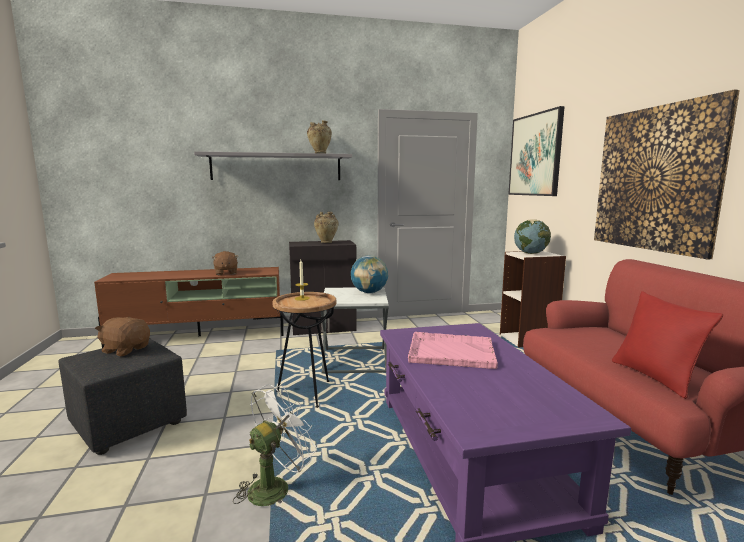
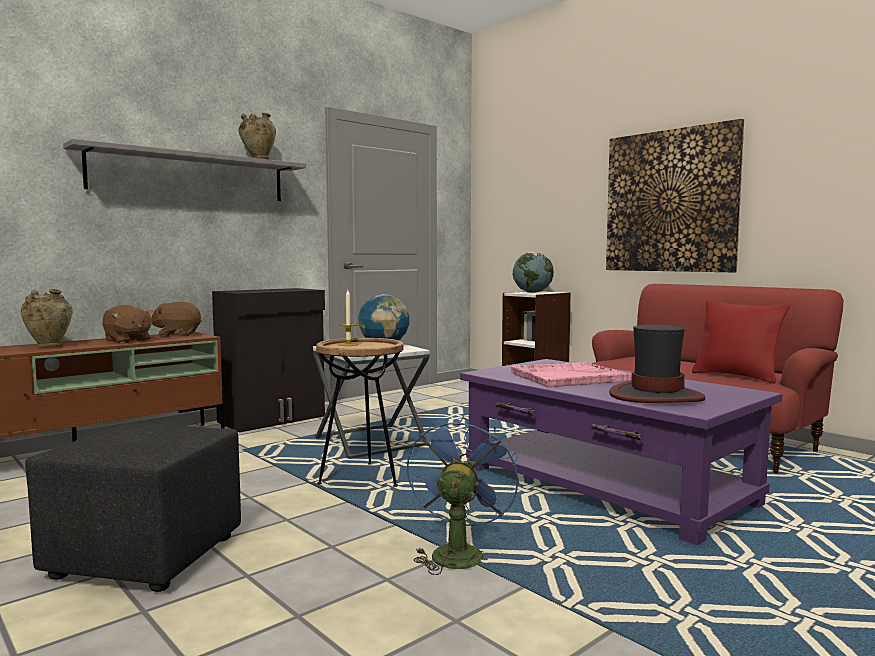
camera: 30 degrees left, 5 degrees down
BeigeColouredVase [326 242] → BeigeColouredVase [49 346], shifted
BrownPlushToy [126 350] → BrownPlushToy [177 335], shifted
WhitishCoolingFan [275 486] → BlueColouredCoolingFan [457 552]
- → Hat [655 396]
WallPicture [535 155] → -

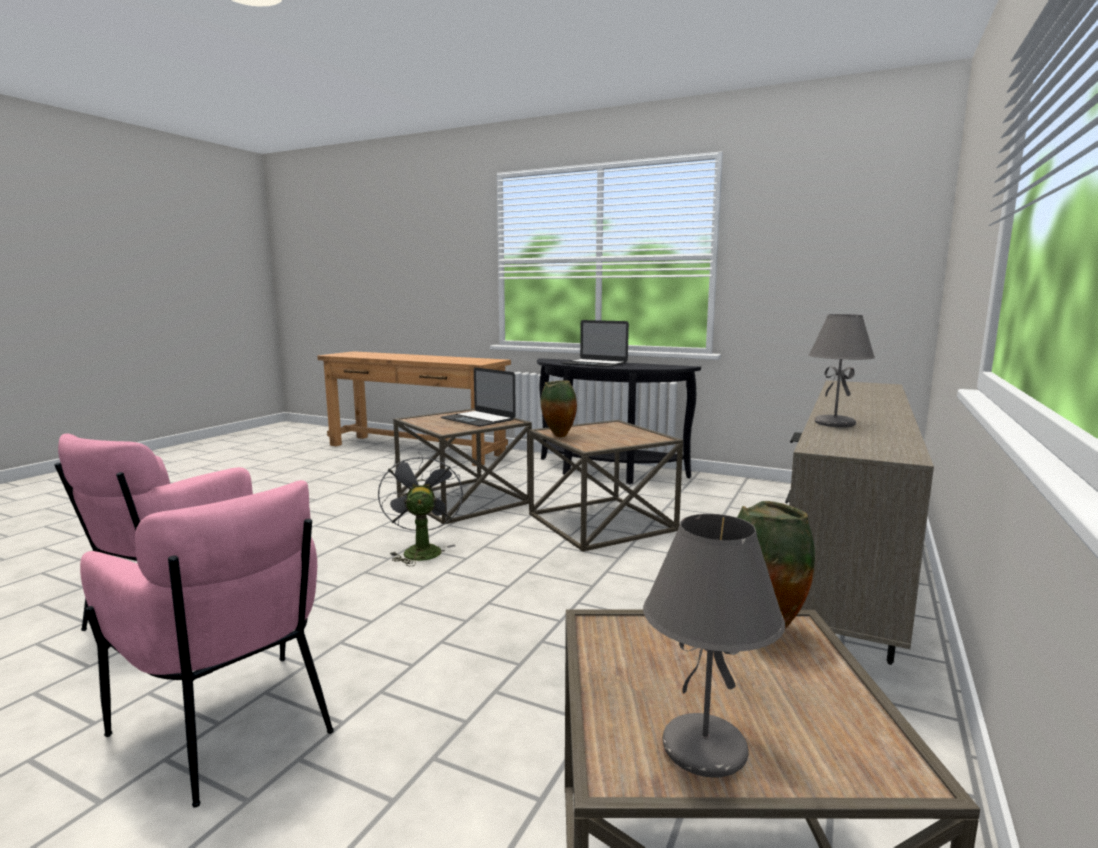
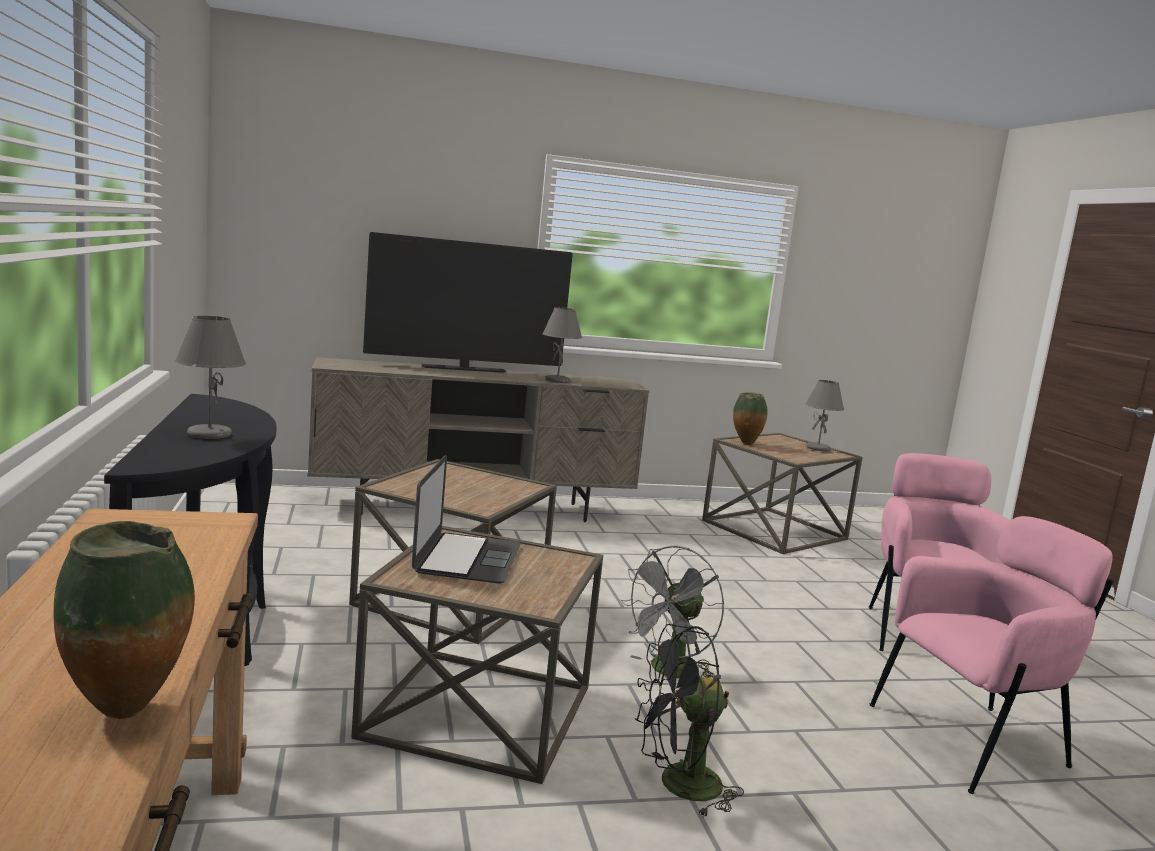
camera: 130 degrees left, 0 degrees up
Vase [558 436] → Vase [128 714], shifted
PortableComputer [594 363] → GrayLampForATable [209 434]
- → Television [464 369]
- → BlackishCoolingFan [678 786]

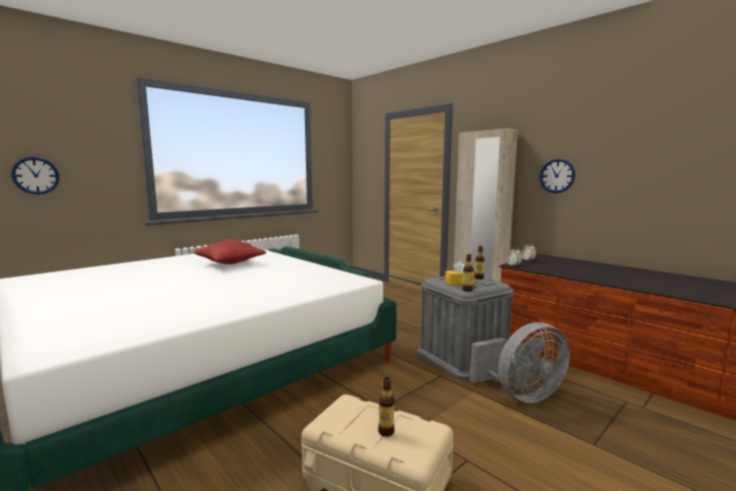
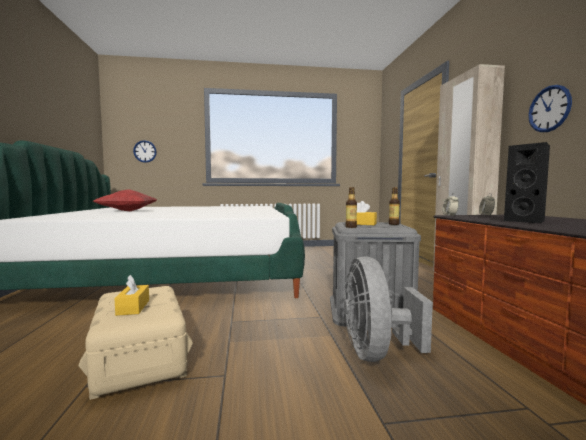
camera: 35 degrees right, 5 degrees down
RedCushion [230 264] → RedCushion [127 211], shifted
Bottle [386 432] → YellowTissueHolder [133 307]
GrayCoolingFan [521 395] → GrayCoolingFan [377 353], 75 degrees clockwise
- → BlackishAudioSpeaker [527 221]

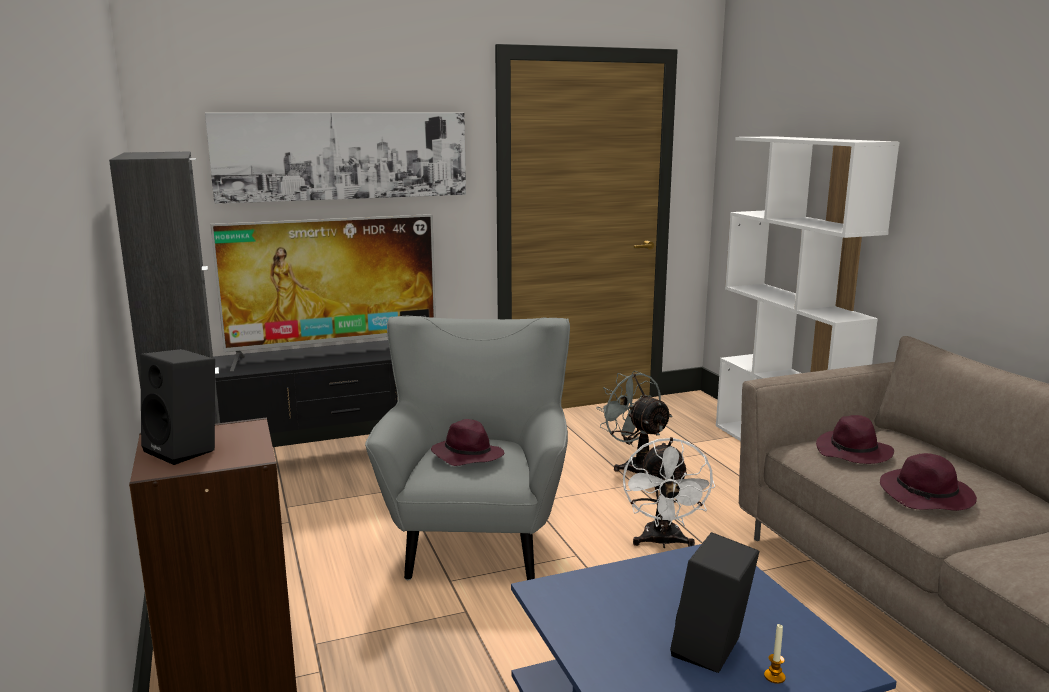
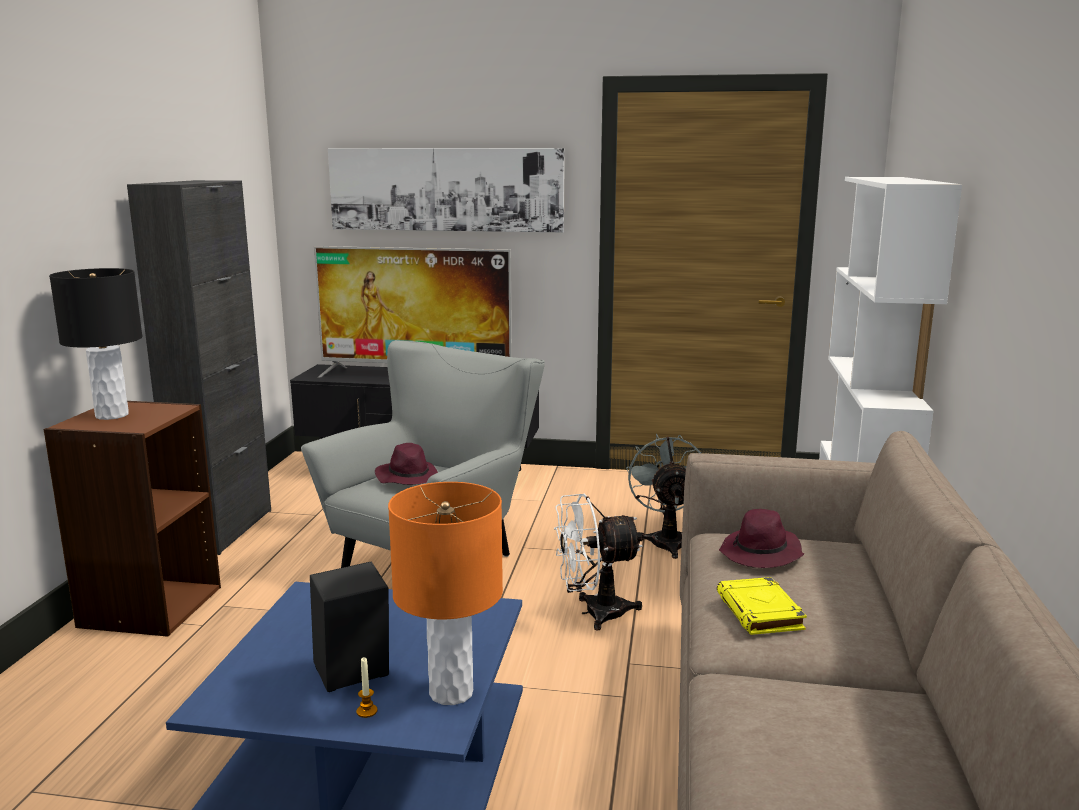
camera: 30 degrees right, 0 degrees up
BlackishAudioSpeaker [186 450] → BlackishLampForATable [112 415]
- → OrangeyLampForATable [451 692]
WhitishCoolingFan [663 542] → WhitishCoolingFan [594 613], 45 degrees clockwise
PurplishHat [927 496] → YellowBook [760 612]

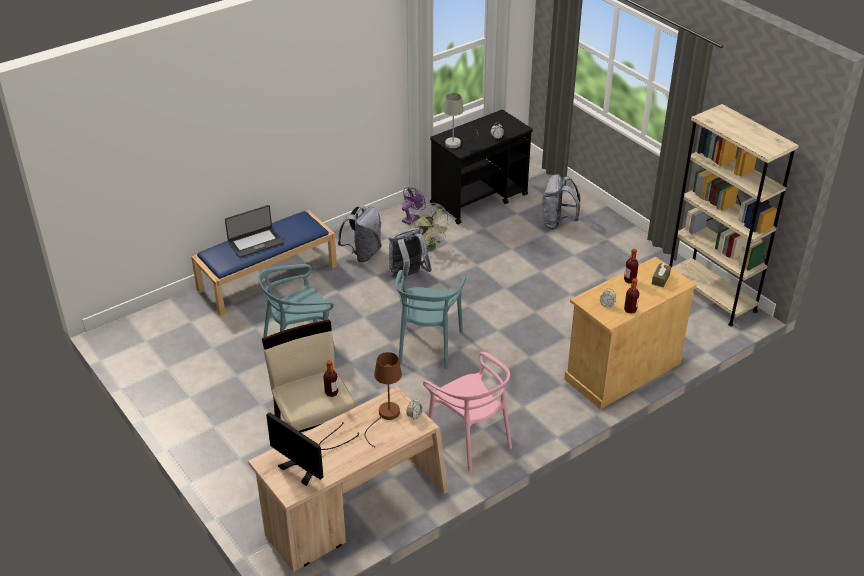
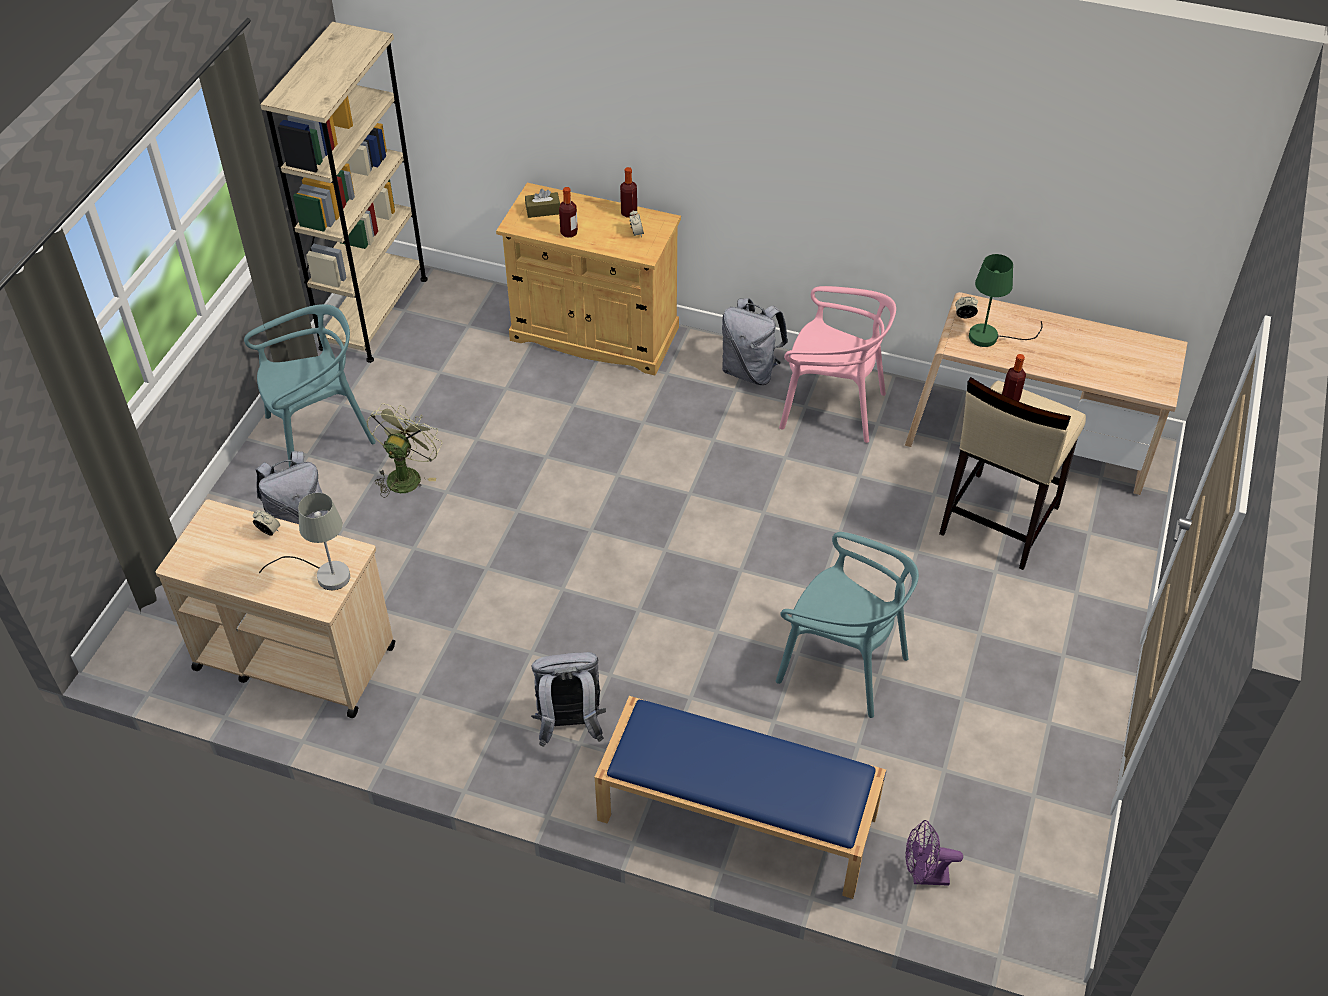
camera: 125 degrees left, 10 degrees up
BlackishTrolley [479 199] → BeigeColouredTrolley [293 657]
TurquoiseChair [428 345] → TurquoiseChair [319 434], shifted
GreenishCoolingFan [429 248] → GreenishCoolingFan [406 474], shifted
GrayRucksack [407 276] → GrayRucksack [750 371], shifted
PinkColouredChair [470 439] → PinkColouredChair [832 407], 90 degrees clockwise
PurplishCoolingFan [412 218] → PurplishCoolingFan [924 876], shifted
BrownLampForATable [385 416] → GreenishLampForATable [992 336]
PortableComputer [255 242] → -
ComputerScreen [310 462] → -

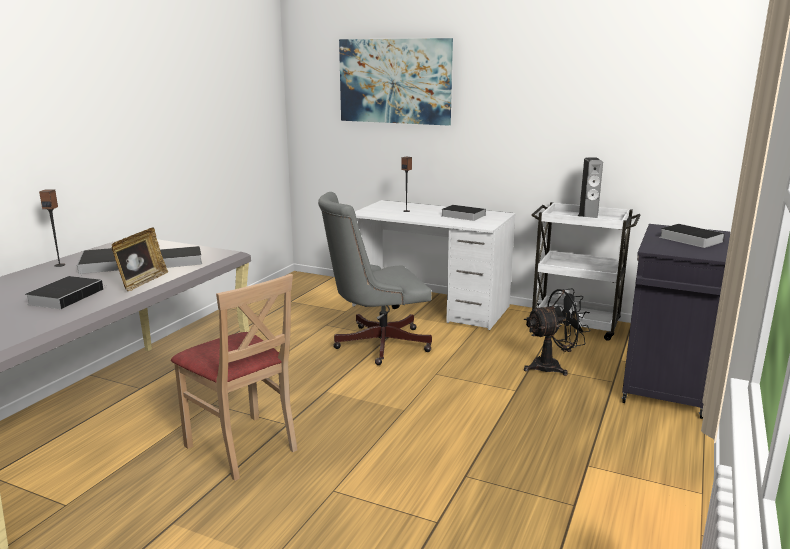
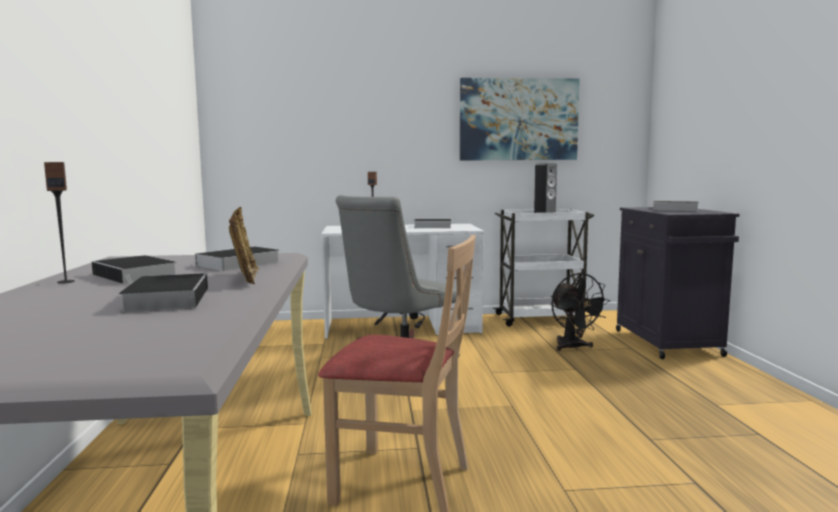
camera: 30 degrees left, 10 degrees down
WallPicture [395 81] → WallPicture [518 119], shifted
BlackishCoolingFan [552 366] → BlackishCoolingFan [573 347], 120 degrees clockwise

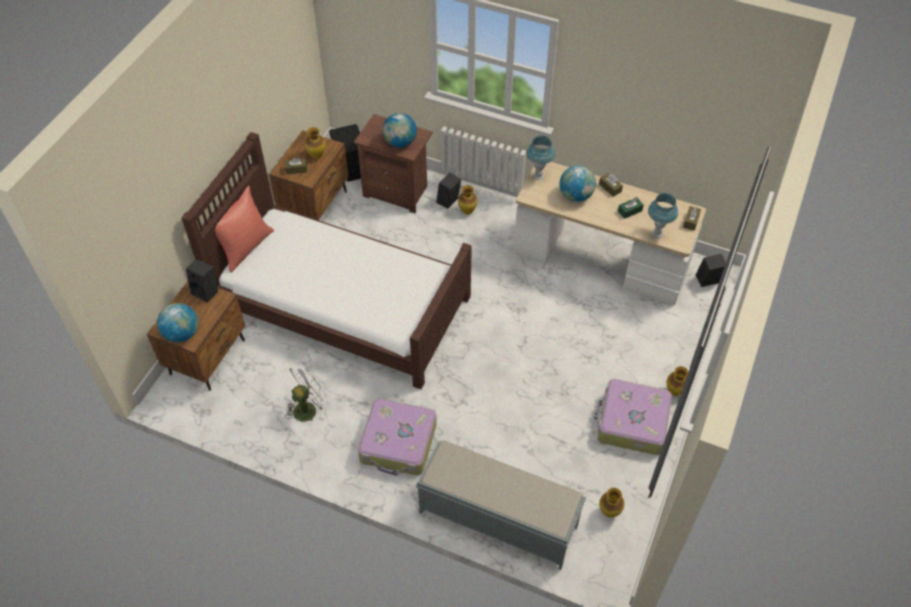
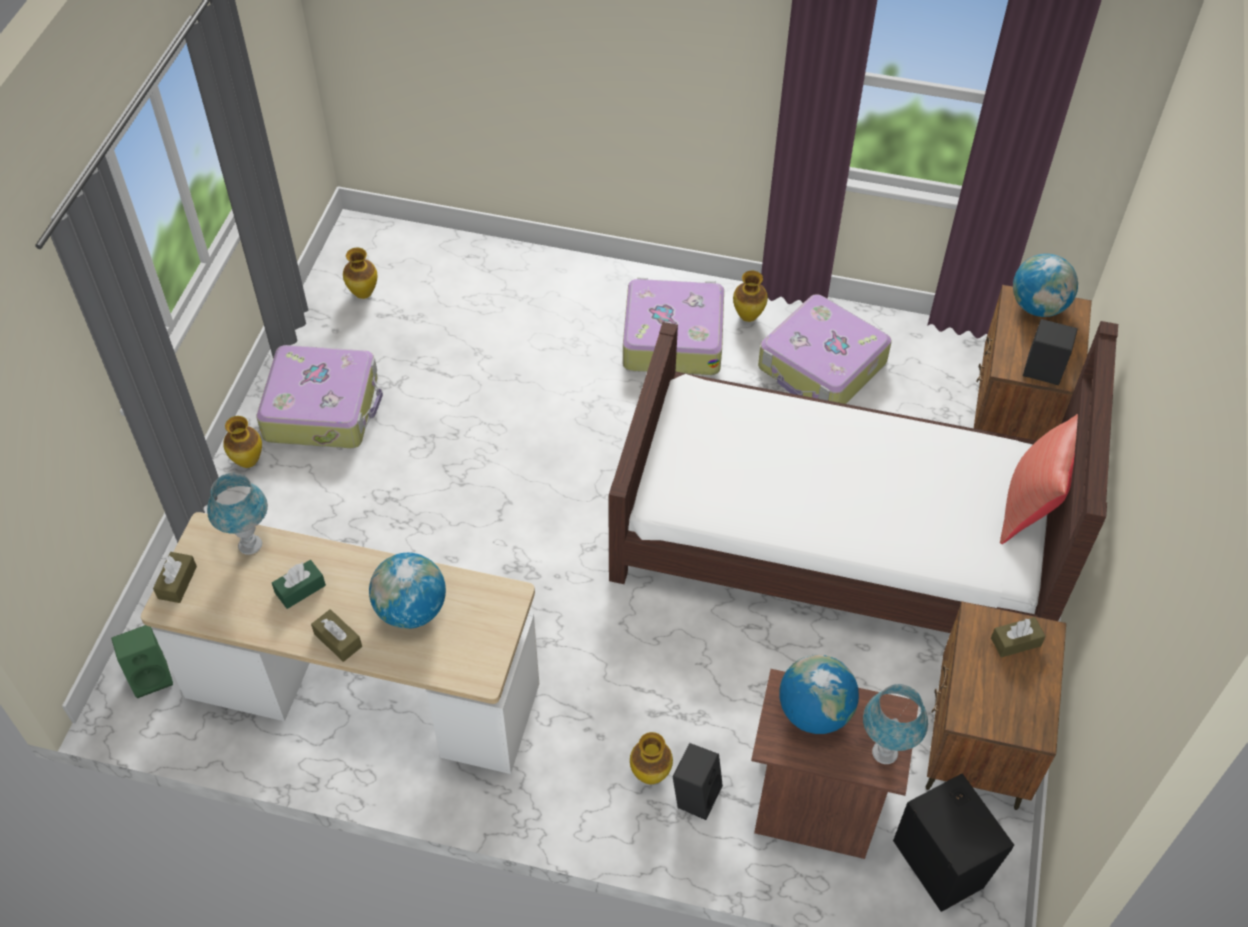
camera: 170 degrees right, 0 degrees up
BlackishAudioSpeaker [707 281] → GreenishAudioSpeaker [151 676]
Vase [316 156] → Vase [748 317], shifted
WhitishCoolingFan [308 408] → PieceOfLuggage [822 366]
BlueColouredLampForATable [538 176] → BlueColouredLampForATable [884 753], shifted
GrayBench [497 518] → -

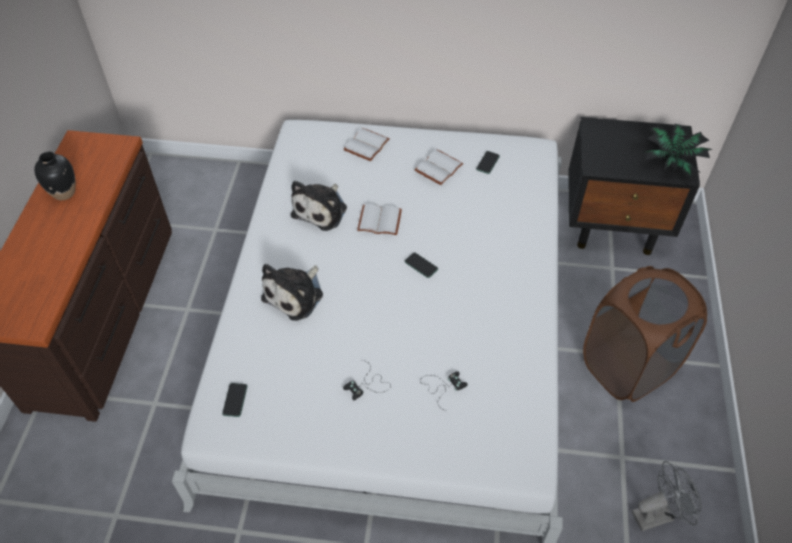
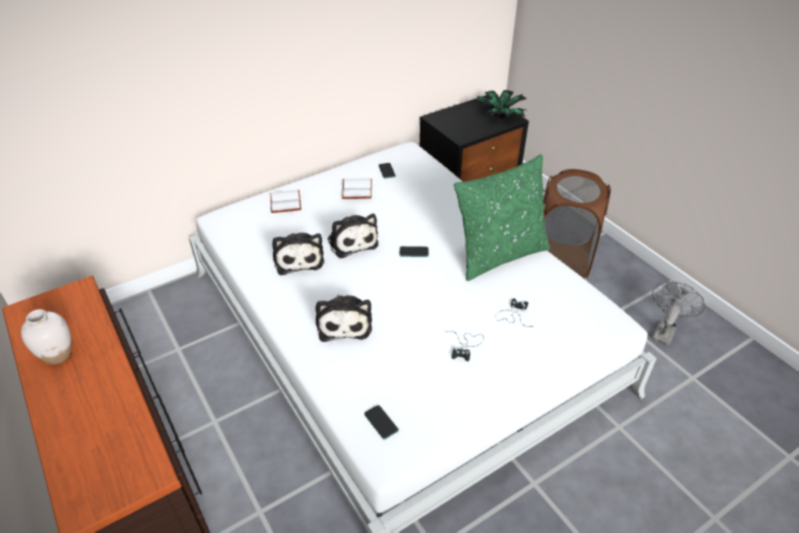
camera: 40 degrees left, 10 degrees down
BlackishVase [64 192] → WhitishVase [58 354]
WhitishBook [380 220] → PlushToy [352 241]
- → GreenishCushion [499 254]

